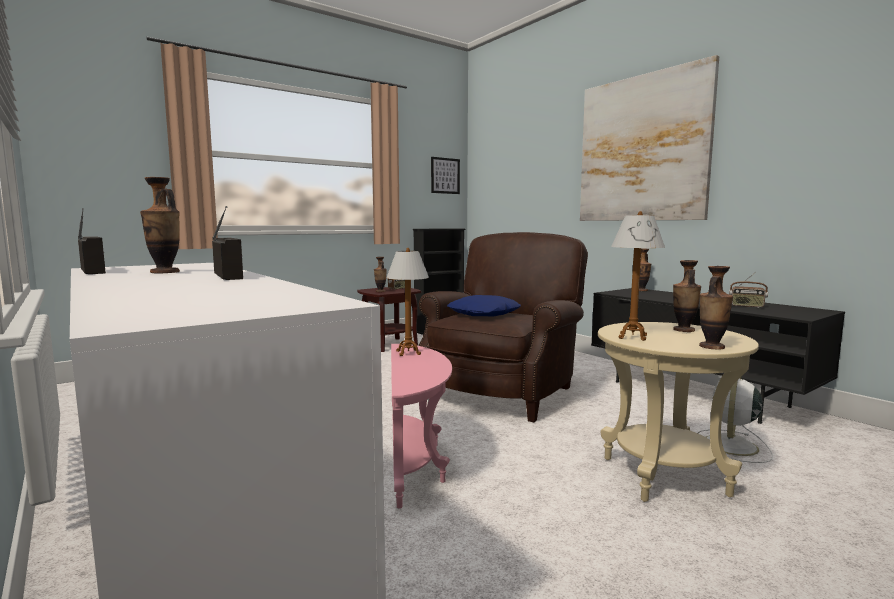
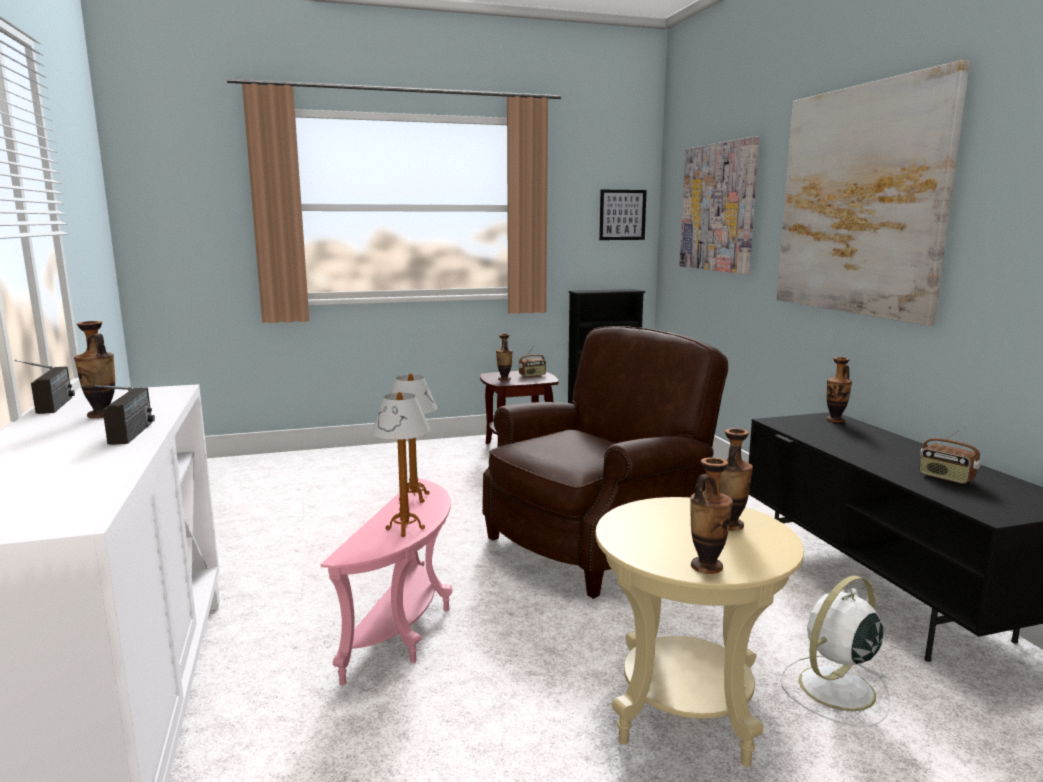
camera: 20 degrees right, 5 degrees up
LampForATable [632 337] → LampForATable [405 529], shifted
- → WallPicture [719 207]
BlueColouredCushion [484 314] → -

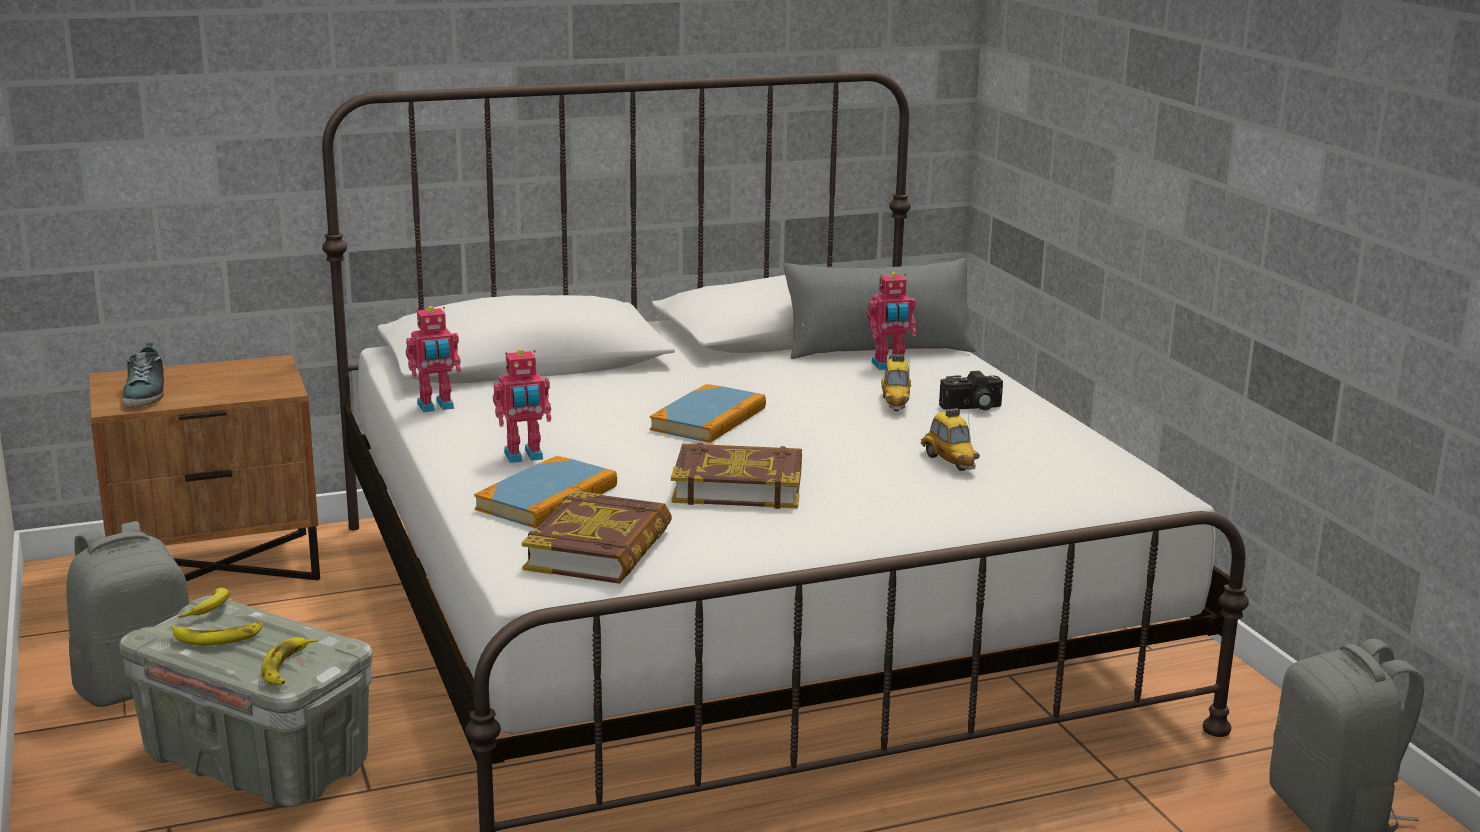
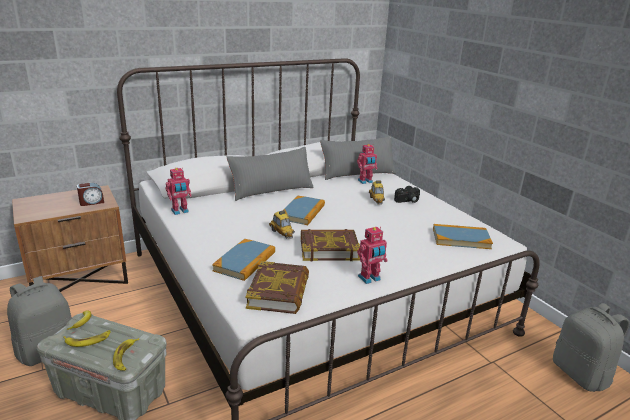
camera: 10 degrees left, 5 degrees up
- → AlarmClock [91 202]
- → GrayCushion [271 190]
ToyCar [949 462] → ToyCar [282 233], shifted
ModelRobot [524 456] → ModelRobot [370 279], shifted
- → Book [461 239]
Shoe [146 393] → -

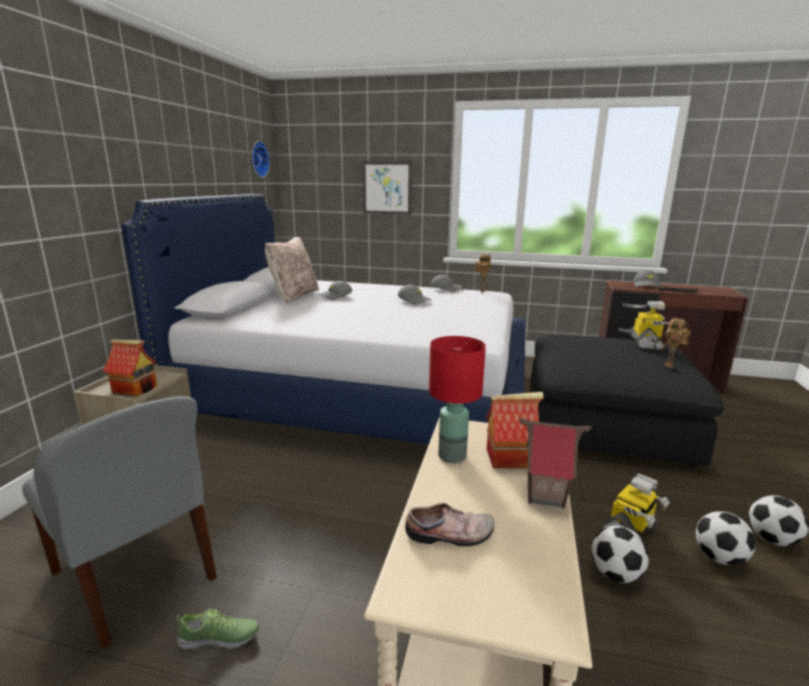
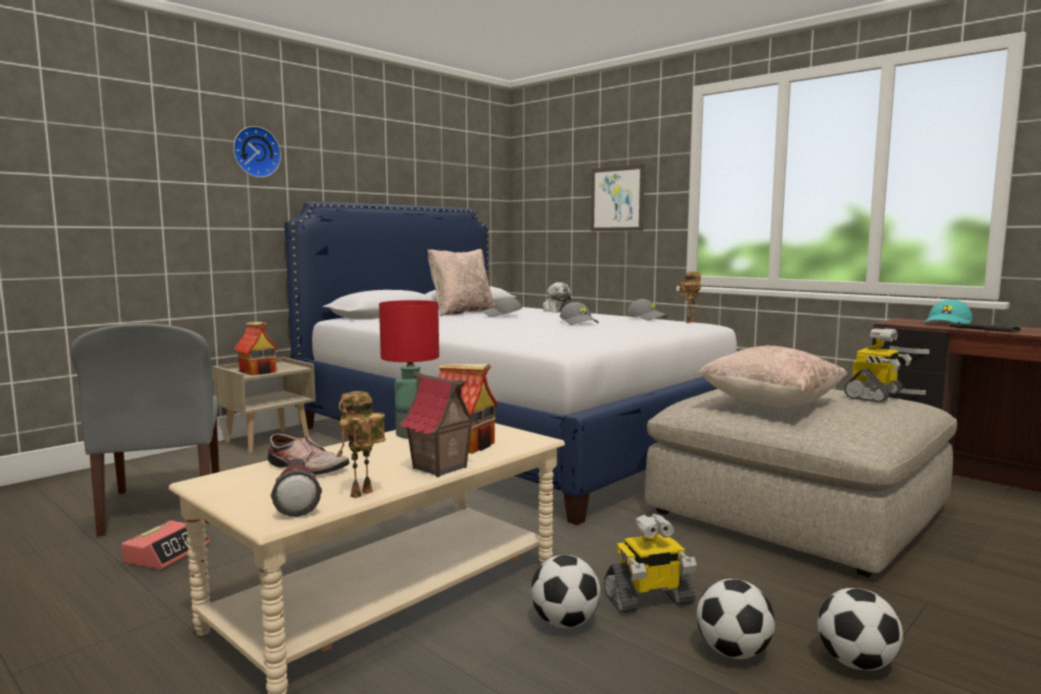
camera: 30 degrees right, 10 degrees down
Shoe [220 638] → AlarmClock [167 553]
ClockOnTheWall [258 159] → ClockOnTheWall [255 152], shifted
- → HandTorch [297 501]
ModelRobot [670 366] → ModelRobot [362 495], shifted
- → PlushToy [555 310]
BlackishOttoman [605 422] → BeigeColouredOttoman [796 510]
- → BeigeColouredCushion [771 404]
GrayPeakedCap [647 285] → TurquoisePeakedCap [948 324]

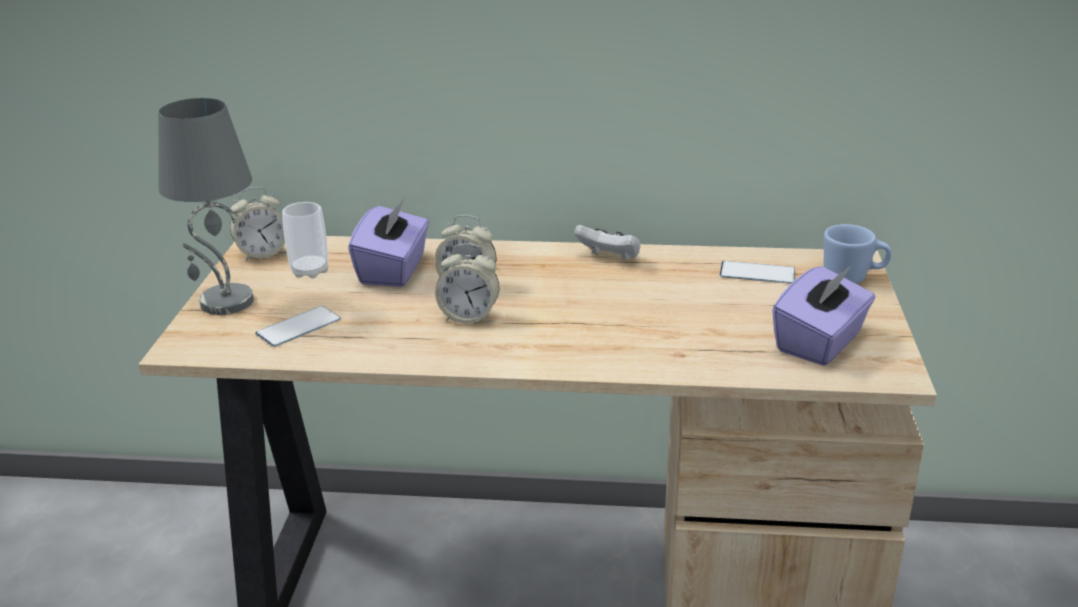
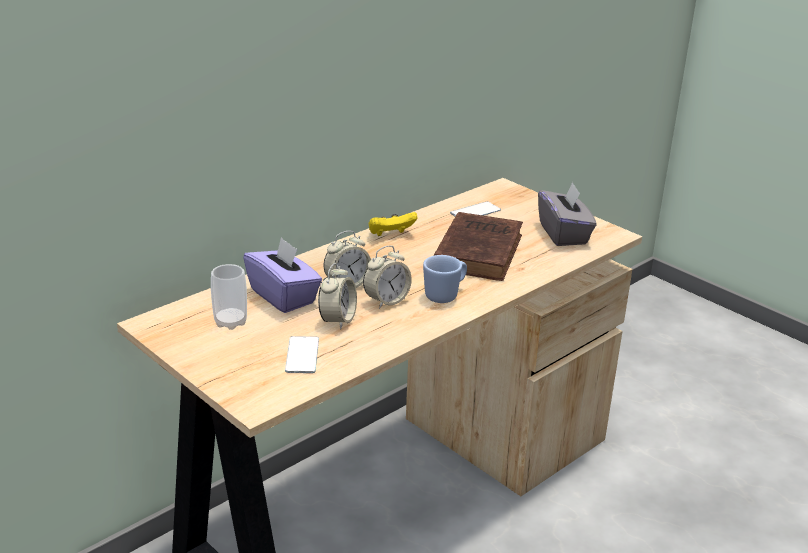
camera: 50 degrees left, 0 degrees up
AlarmClock [262 254] → AlarmClock [337 320], shifted
WhitishGameController [609 258] → YellowGameController [390 235]
BlueColouredTeaMug [852 279] → BlueColouredTeaMug [445 295], shifted
- → BrownBook [478 251]
PurplishTissueHolder [820 342] → GrayTissueHolder [564 234]
GrayLampForATable [225 302] → -

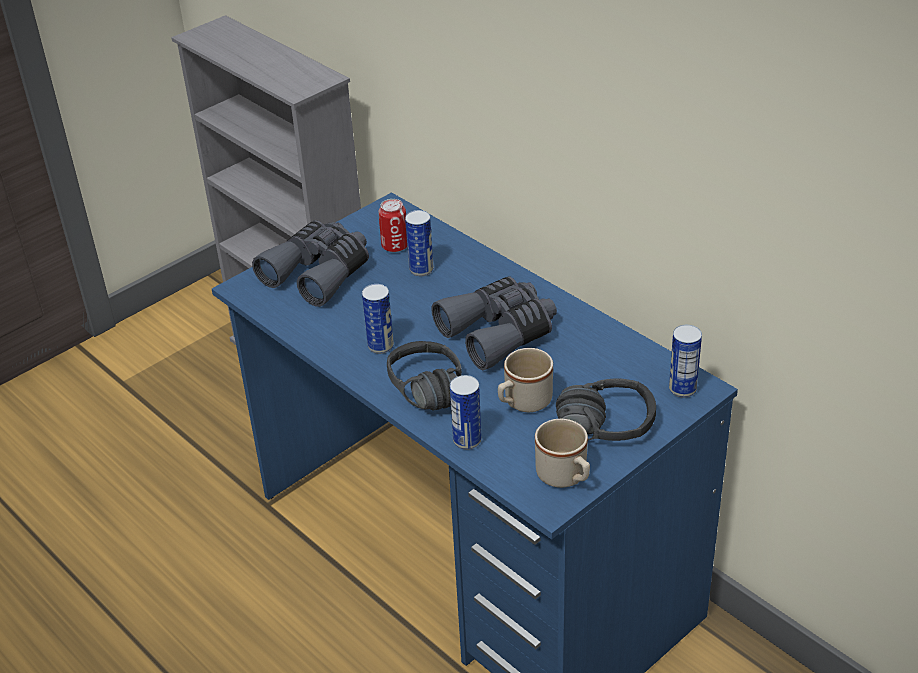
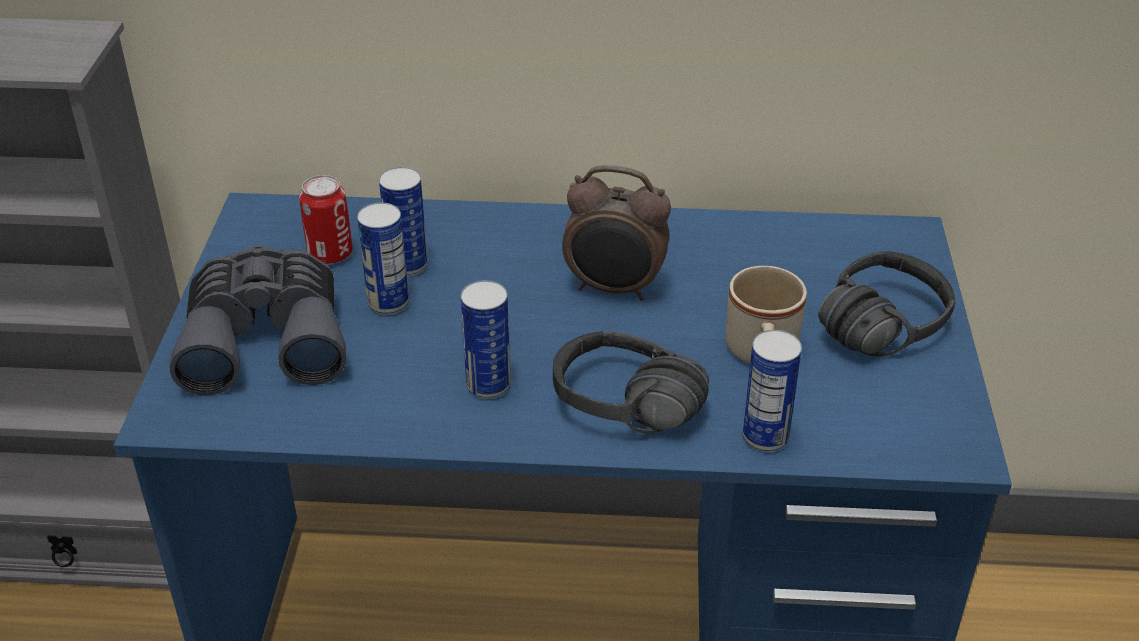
camera: 45 degrees left, 0 degrees up
Can [682 389] → Can [388 303], shifted
GrayPairOfBinoculars [499 332] → AlarmClock [614 289]
BeigeColouredTeaMug [565 478] → -

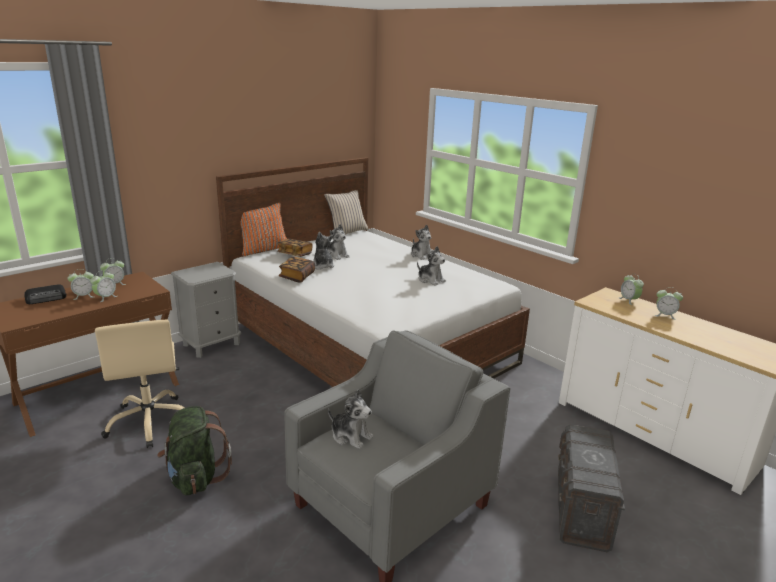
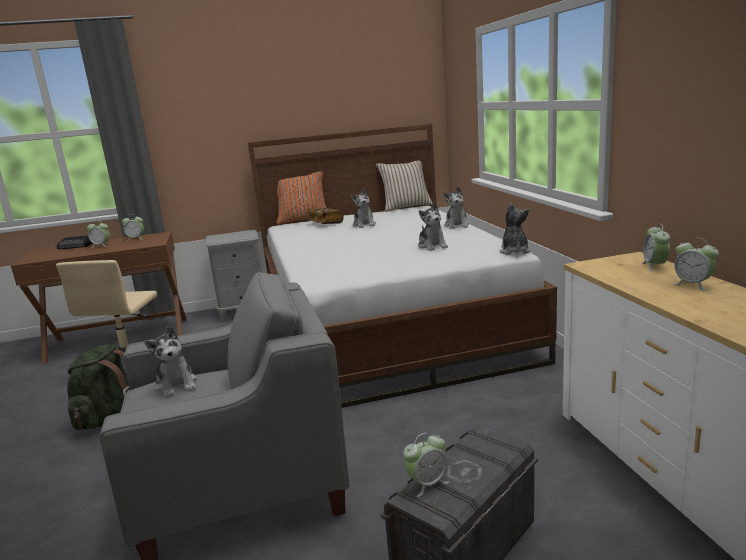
camera: 30 degrees right, 5 degrees down
AlarmClock [105 297] → AlarmClock [427 484], shifted
PlushToy [322 266] → PlushToy [514 251], shifted
Book [297 276] → -

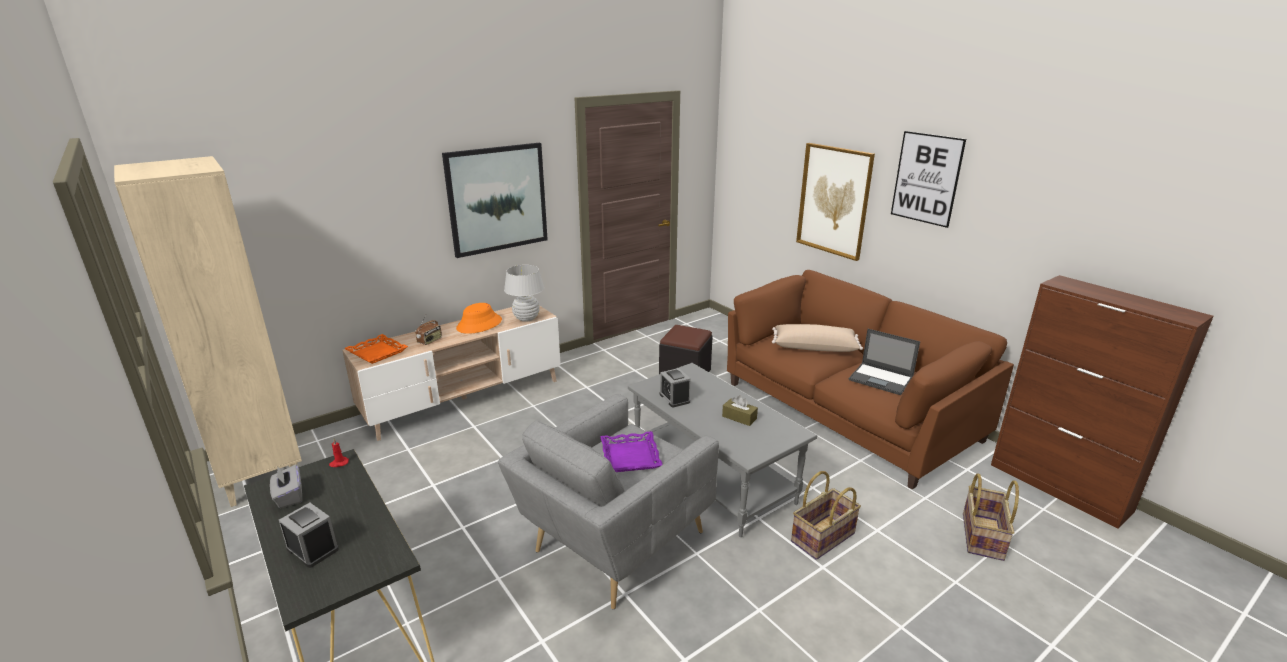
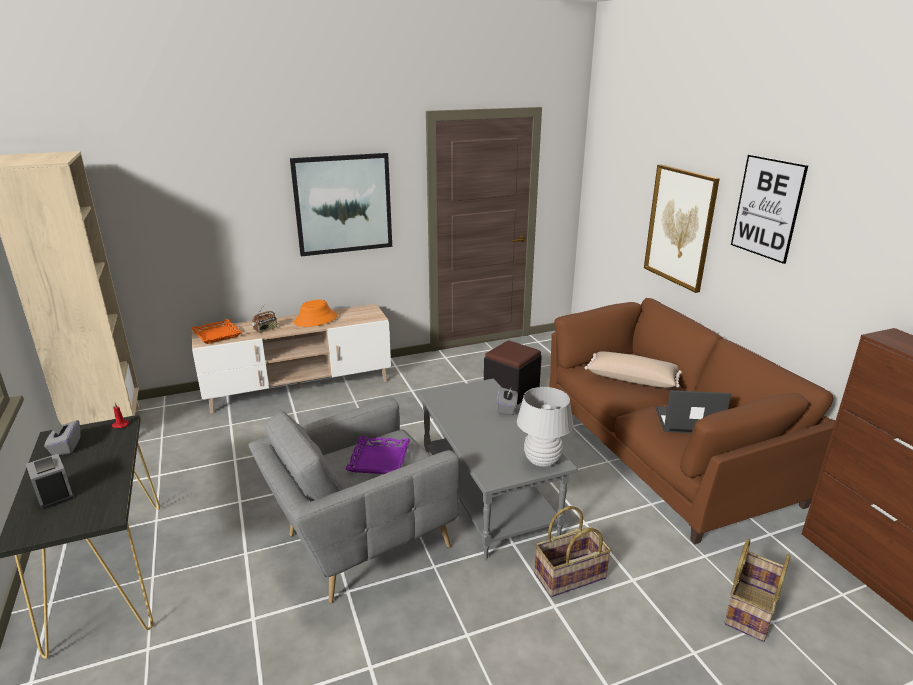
camera: 15 degrees right, 0 degrees up
- → GrayTissueHolder [506 408]
WhitishLampForATable [526 318] → WhitishLampForATable [542 461], shifted
PortableComputer [881 379] → PortableComputer [687 421], 135 degrees clockwise
AlarmClock [674 398] → -
BrownTissueHolder [739 417] → -

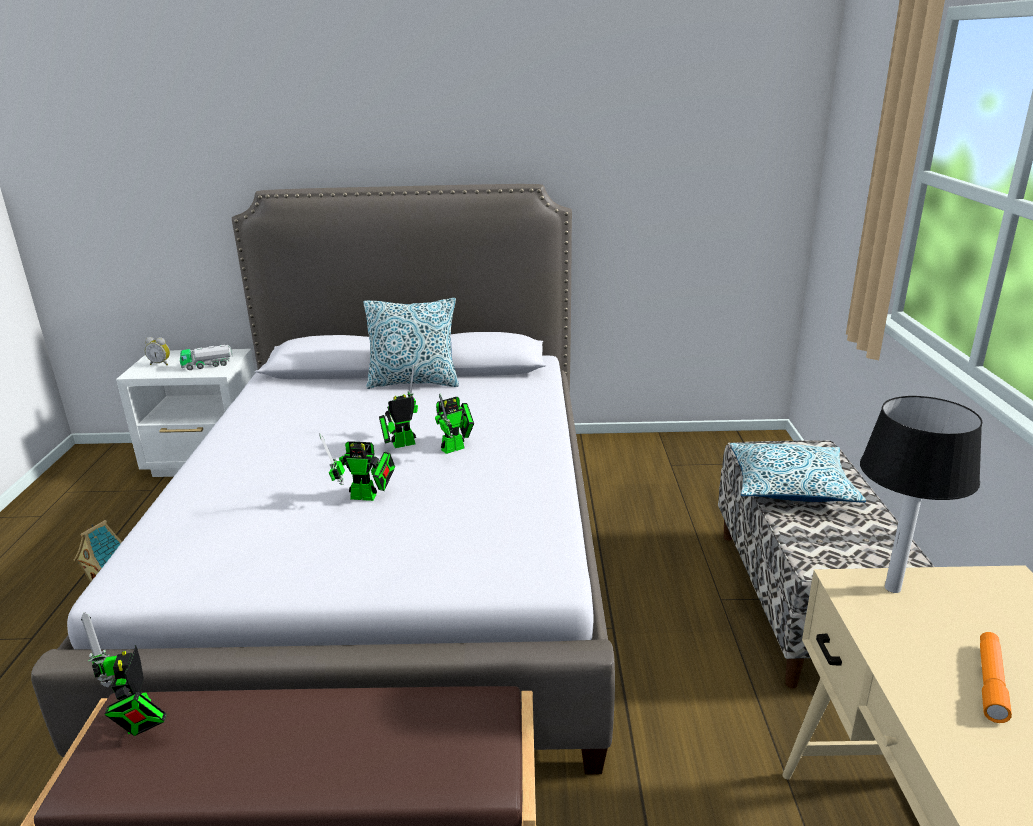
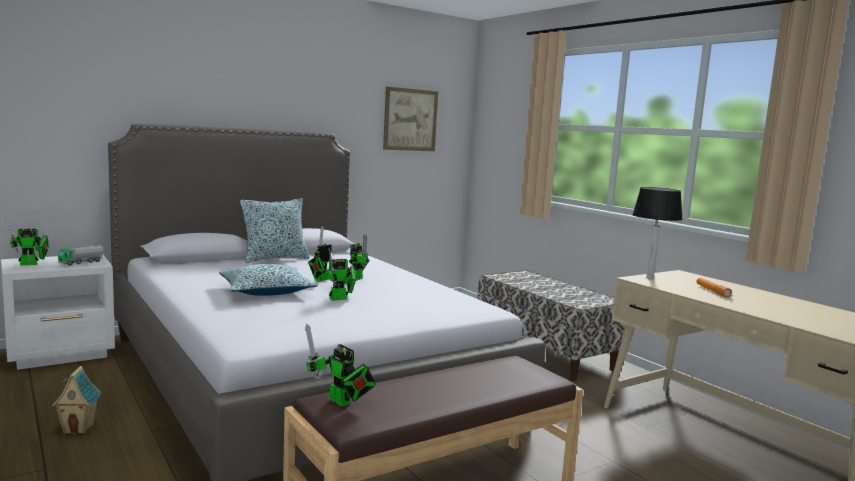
camera: 35 degrees left, 15 degrees down
AlarmClock [161 364] → ModelRobot [31 264]
Cushion [790 486] → Cushion [266 291], shifted
- → WallPicture [410 119]

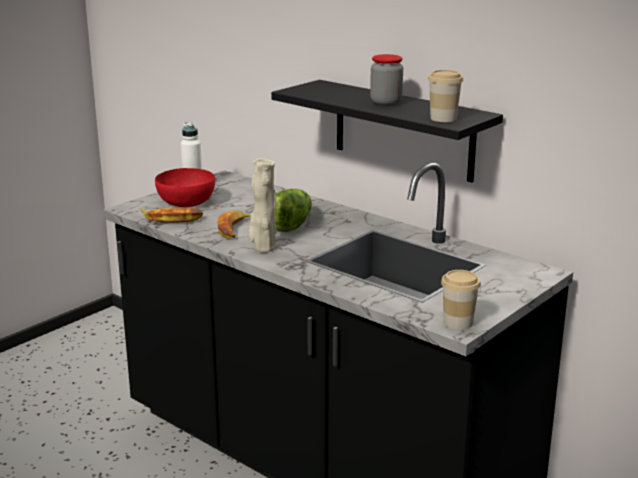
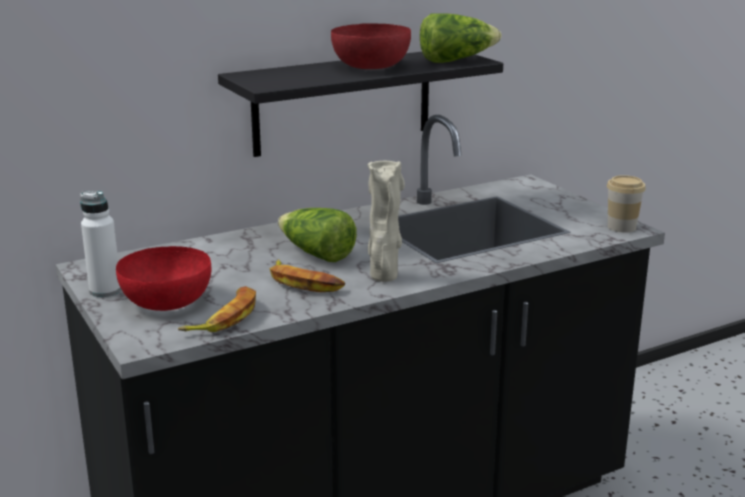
camera: 70 degrees left, 0 degrees up
StorageJar [386 103] → RedDeepDish [371 66]
DrinkingCup [443 118] → LettuceHead [456 60]

